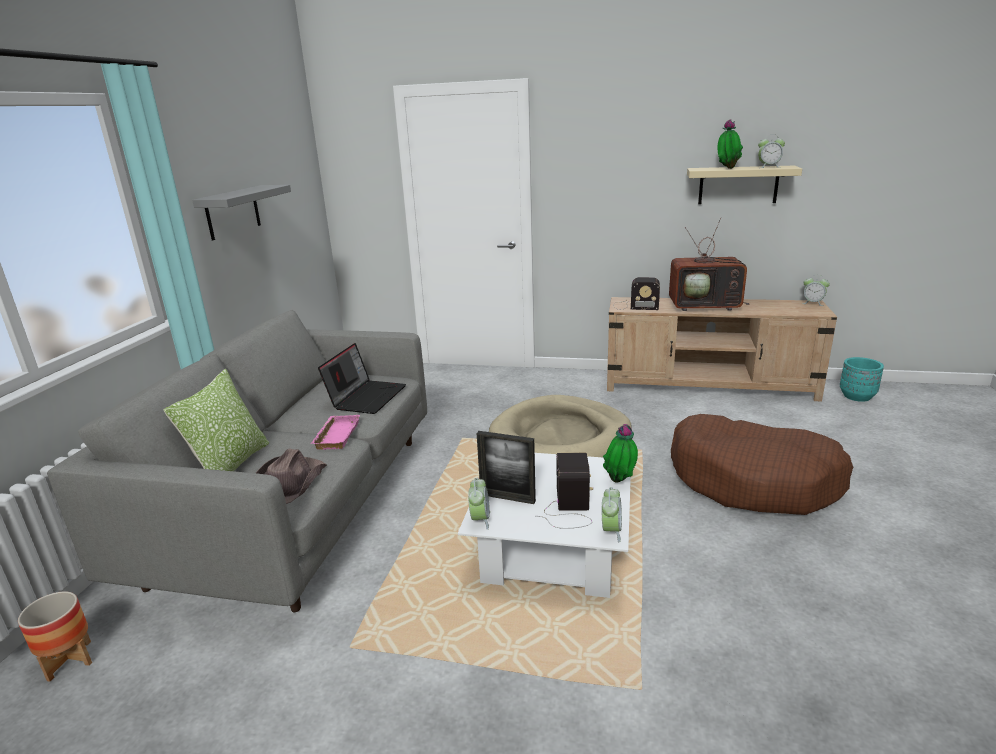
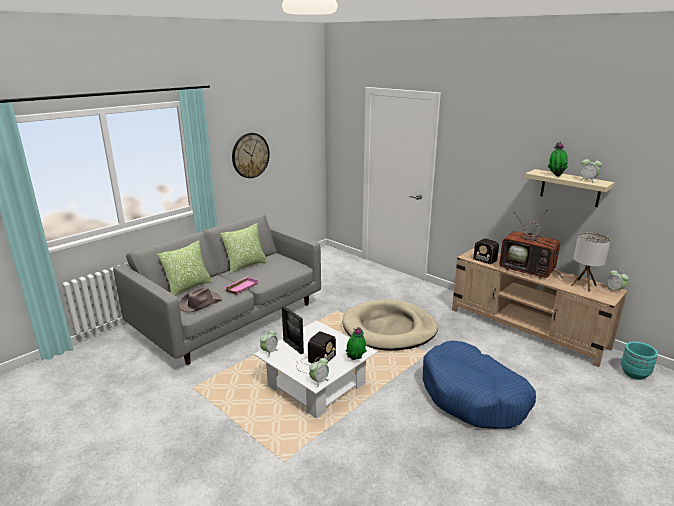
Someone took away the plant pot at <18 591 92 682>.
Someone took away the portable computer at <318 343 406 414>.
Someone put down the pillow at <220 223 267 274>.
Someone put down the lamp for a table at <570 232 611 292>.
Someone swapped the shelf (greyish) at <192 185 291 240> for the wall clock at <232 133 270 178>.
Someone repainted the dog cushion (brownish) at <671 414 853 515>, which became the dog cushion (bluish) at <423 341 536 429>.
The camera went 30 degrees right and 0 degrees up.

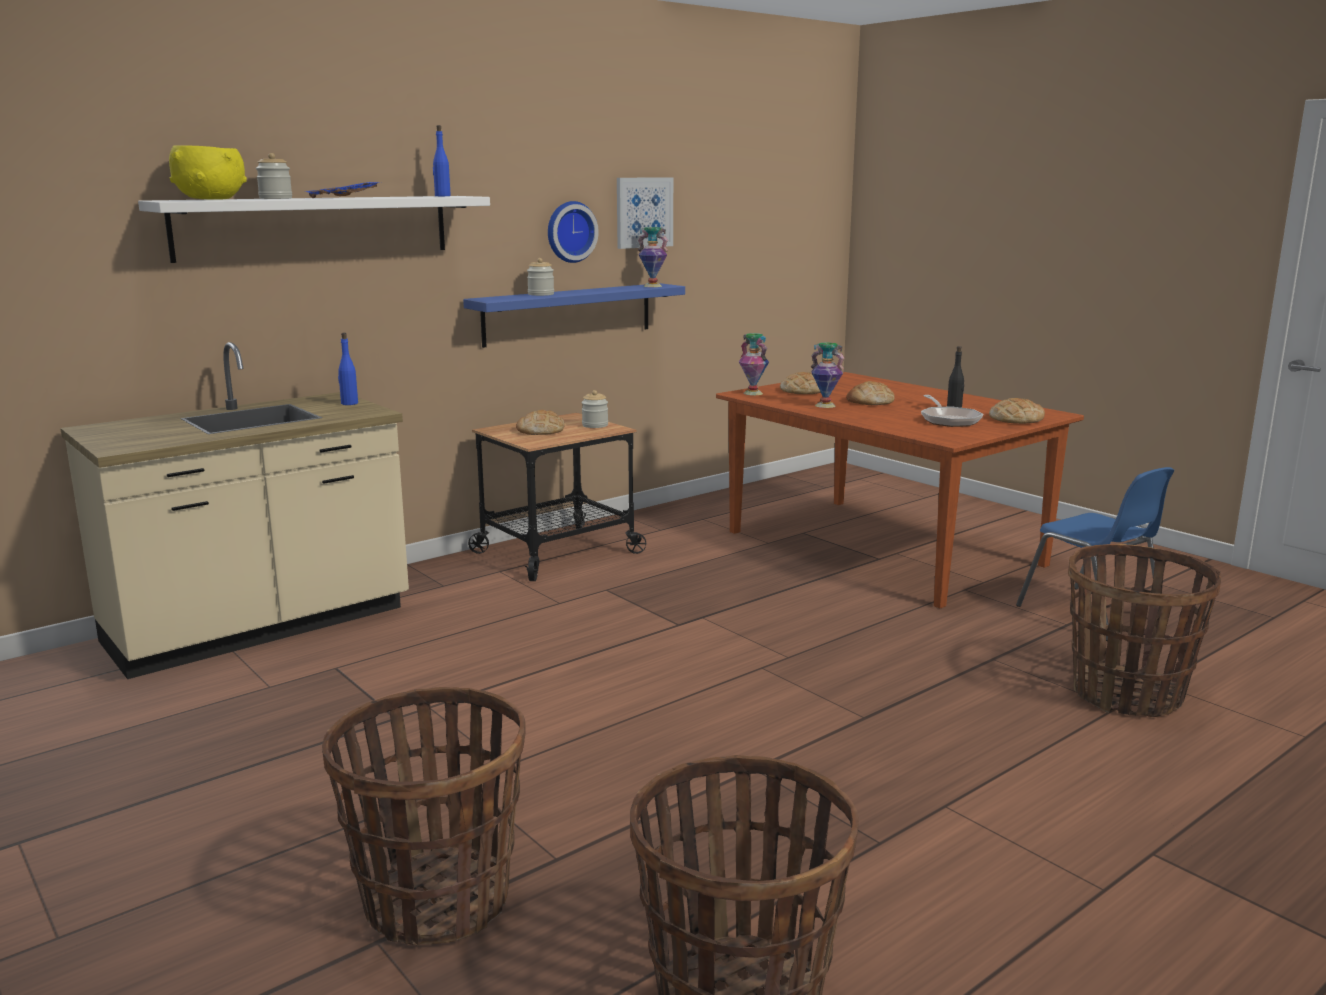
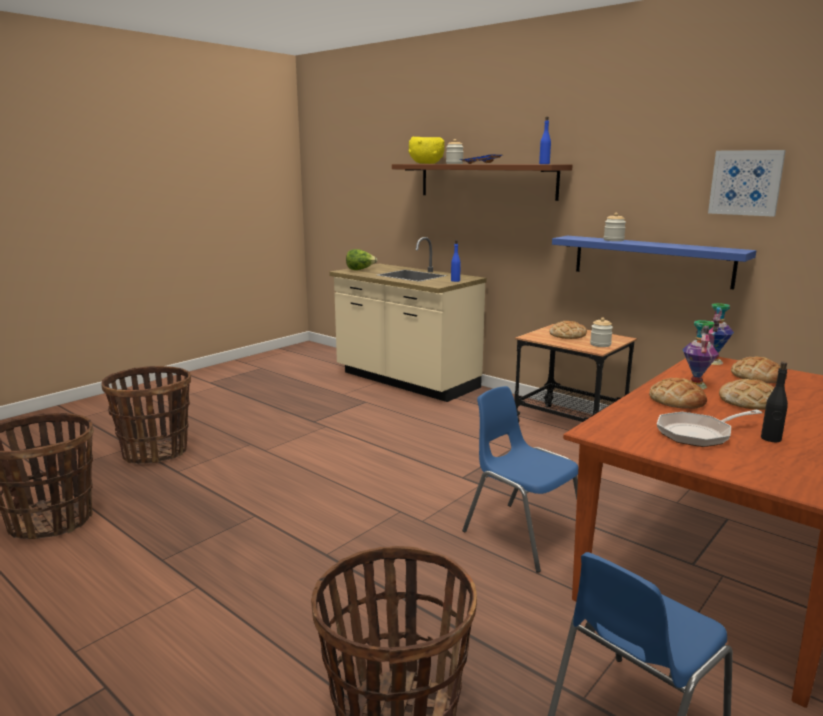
Someone took away the wall clock at <548 201 599 263>.
Someone took away the vase at <638 227 668 287>.
Someone put down the lettuce at <346 249 377 270>.
Someone put down the plain chair (bluish) at <462 386 578 573>.
Someone carried the baked bread from <989 398 1045 424> to <649 378 707 409>.
Someone repainted the shelf (white) at <138 196 490 263>, which became the shelf (brownish) at <392 164 573 201>.
The camera went 80 degrees right and 0 degrees up.

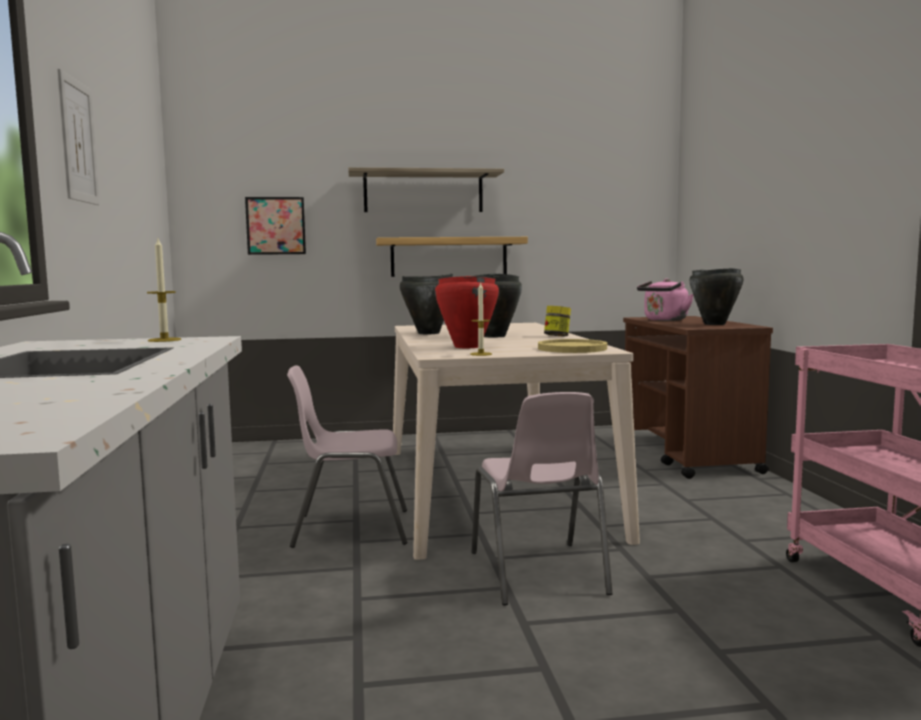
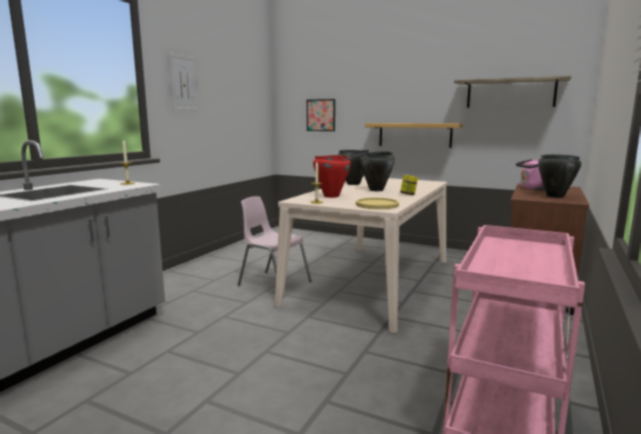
Someone took away the plain chair (pink) at <471 392 613 605>.
Someone carried the shelf from <348 167 504 212> to <454 76 572 108>.
The camera went 35 degrees right and 5 degrees up.

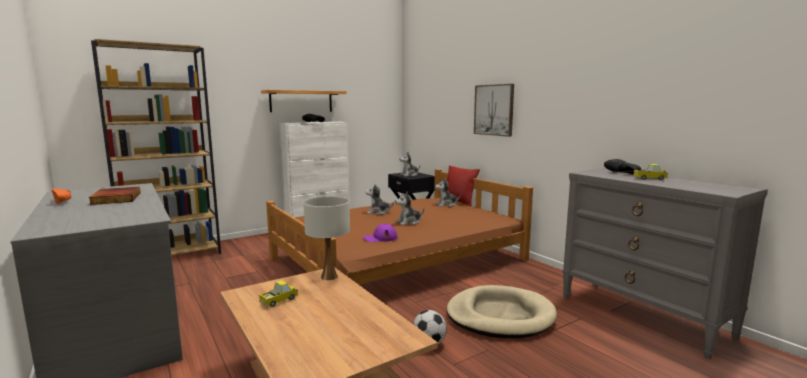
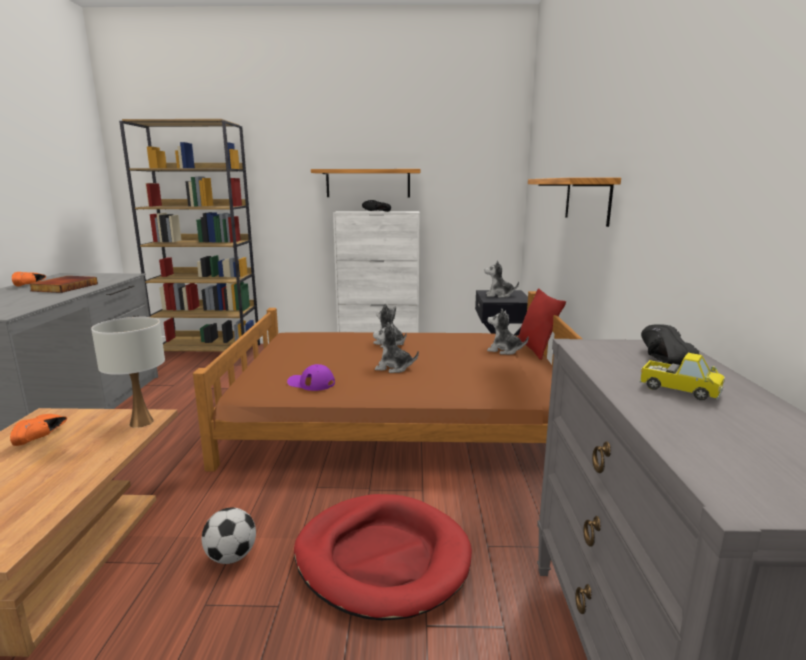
Someone swapped the model truck at <259 281 298 307> for the shoe (orangey) at <10 414 67 446>.
Someone swapped the wall picture at <474 84 514 137> for the shelf at <528 177 621 227>.
Someone repainted the dog cushion (sand-coloured) at <447 285 557 338>, which became the dog cushion (red) at <294 494 472 620>.
The camera went 35 degrees right and 5 degrees up.

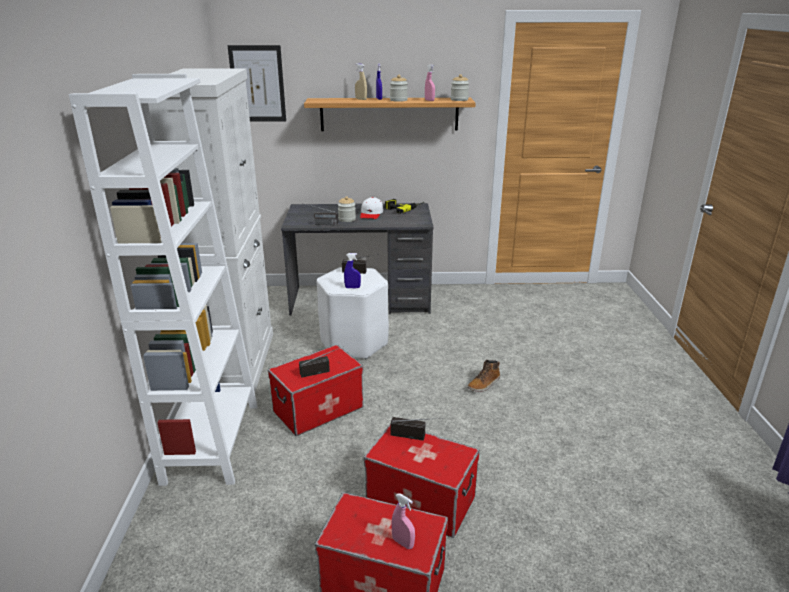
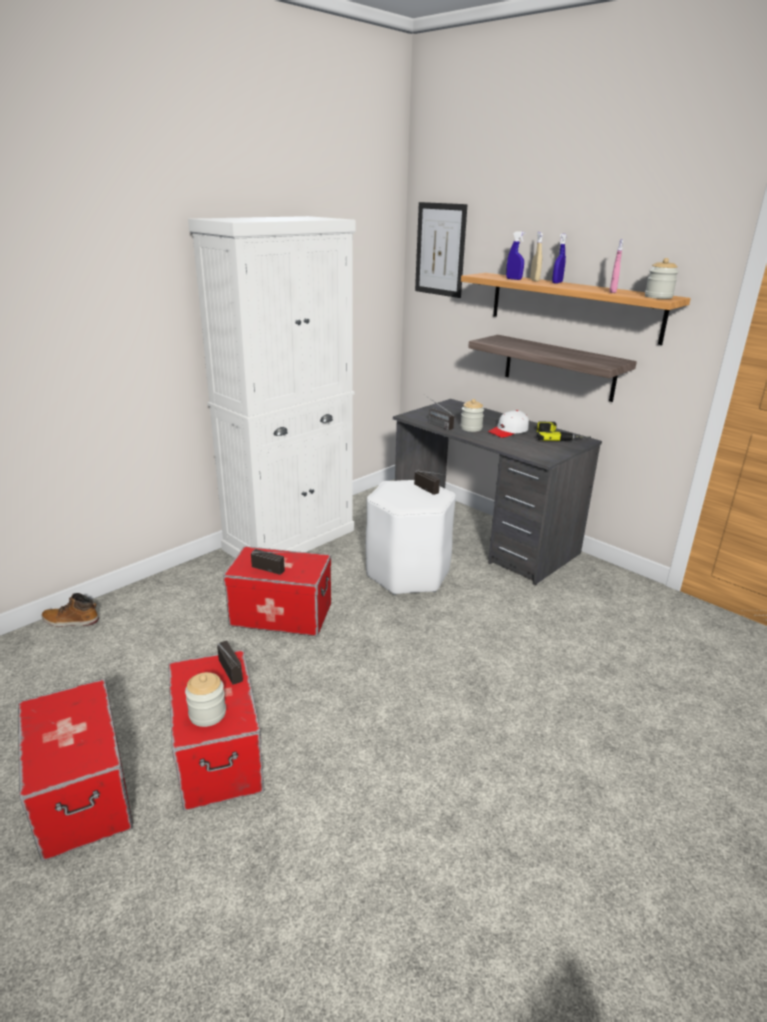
Someone took away the bookcase (white) at <69 74 257 486>.
Someone took away the sprayer (pink) at <391 493 415 549>.
Someone put up the shelf at <468 335 637 402>.
Someone carried the sprayer (bluish) from <344 253 361 288> to <506 231 526 280>.
Someone carried the preserve jar from <390 75 408 102> to <185 672 226 727>.
Someone carried the tall boot from <468 360 500 392> to <42 593 99 627>.
The camera went 45 degrees right and 0 degrees up.

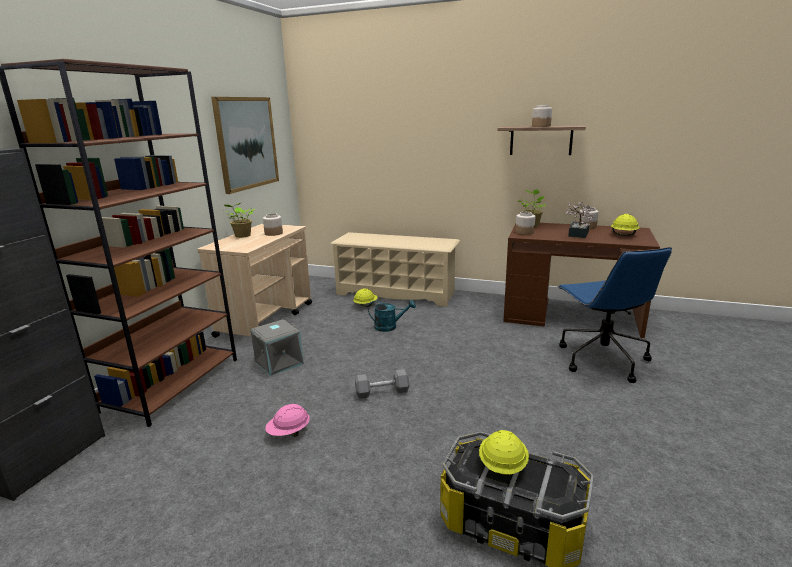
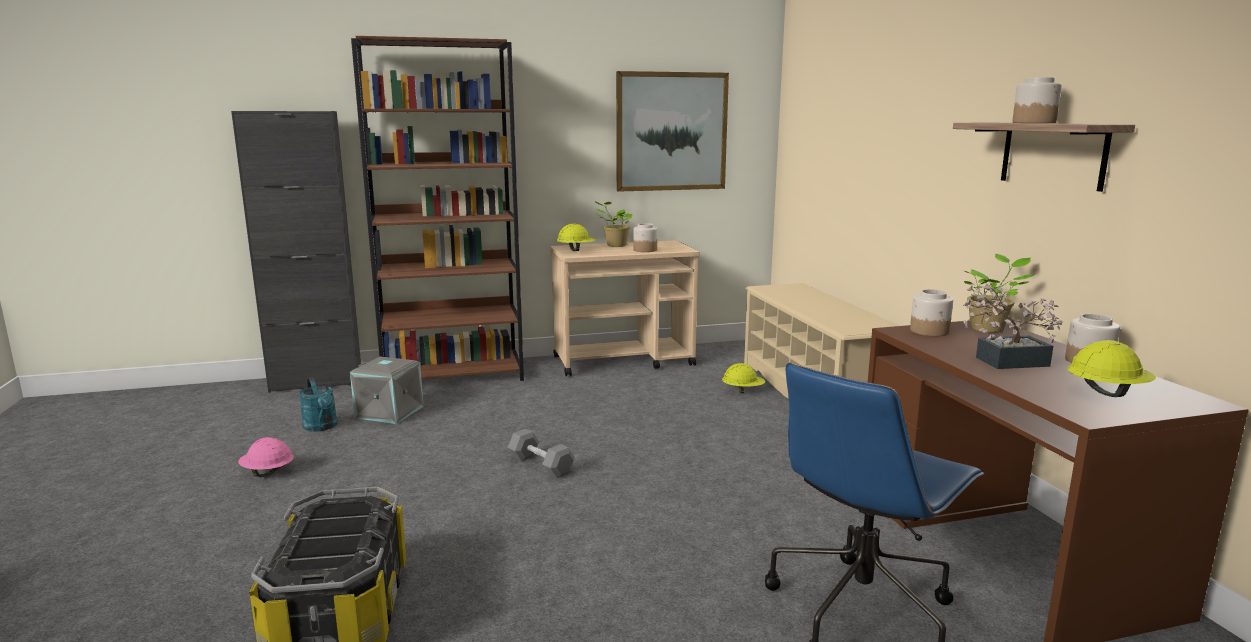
Someone carried the storage bin (greyish) from <251 319 304 376> to <350 357 423 424>.
Someone carried the safety helmet (pink) from <265 404 310 437> to <238 437 294 477>.
Someone carried the watering pot (turquoise) from <368 300 416 332> to <299 377 338 432>.
Someone carried the safety helmet (yellow) from <479 430 529 475> to <556 224 597 251>.
The camera went 55 degrees right and 5 degrees down.

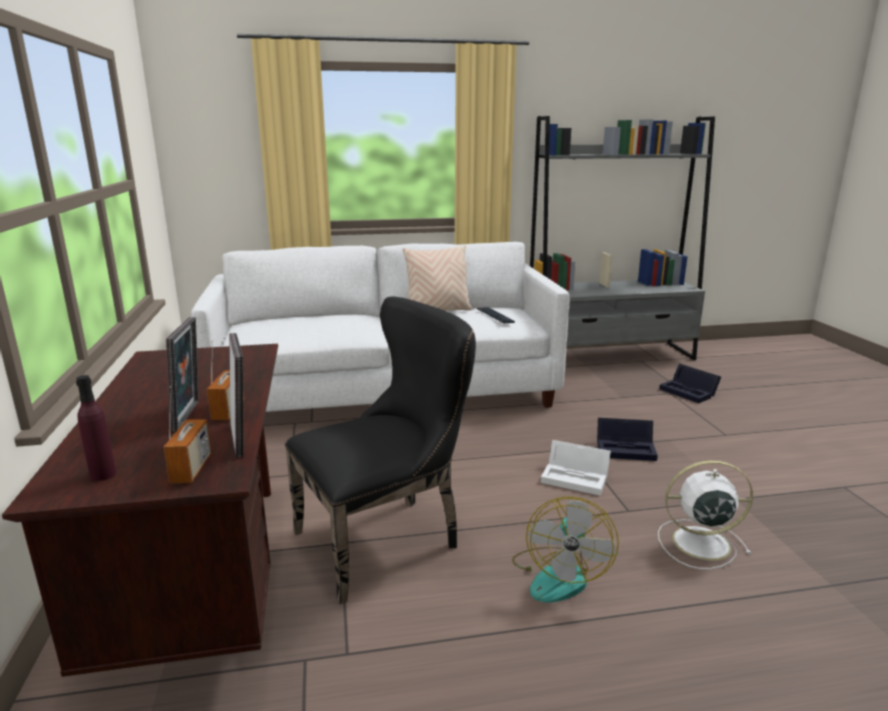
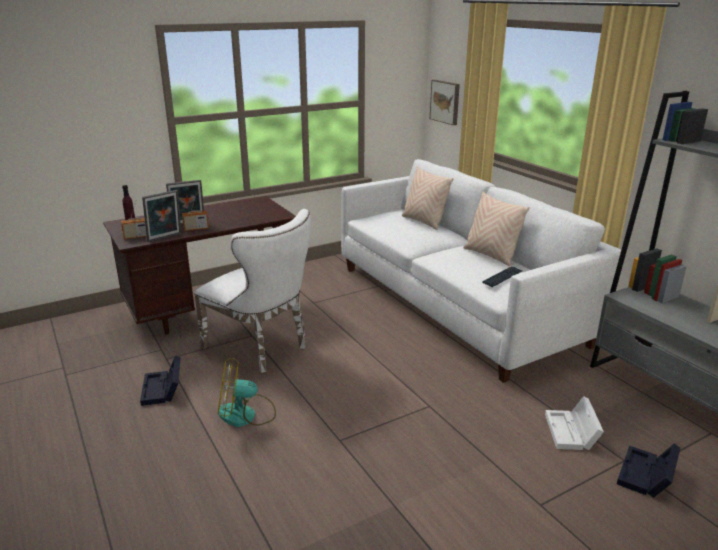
Someone took away the electric fan (white) at <658 460 753 569>.
Someone put down the pillow (sand-coloured) at <402 166 453 230>.
Someone put up the wall picture at <430 80 460 125>.
Someone carried the storage bin (white) from <541 440 611 495> to <545 396 604 450>.
Someone carried the storage bin (black) from <597 418 658 461> to <140 356 181 406>.
Someone repainted the plain chair (black) at <285 297 476 604>, which became the plain chair (white) at <194 209 311 373>.
The camera went 70 degrees right and 5 degrees up.

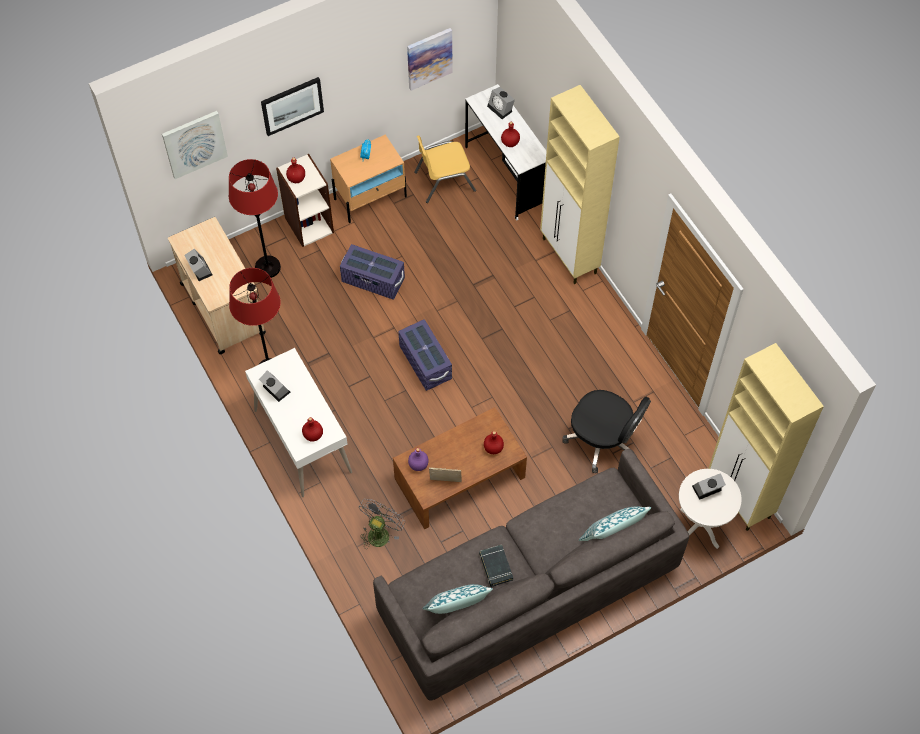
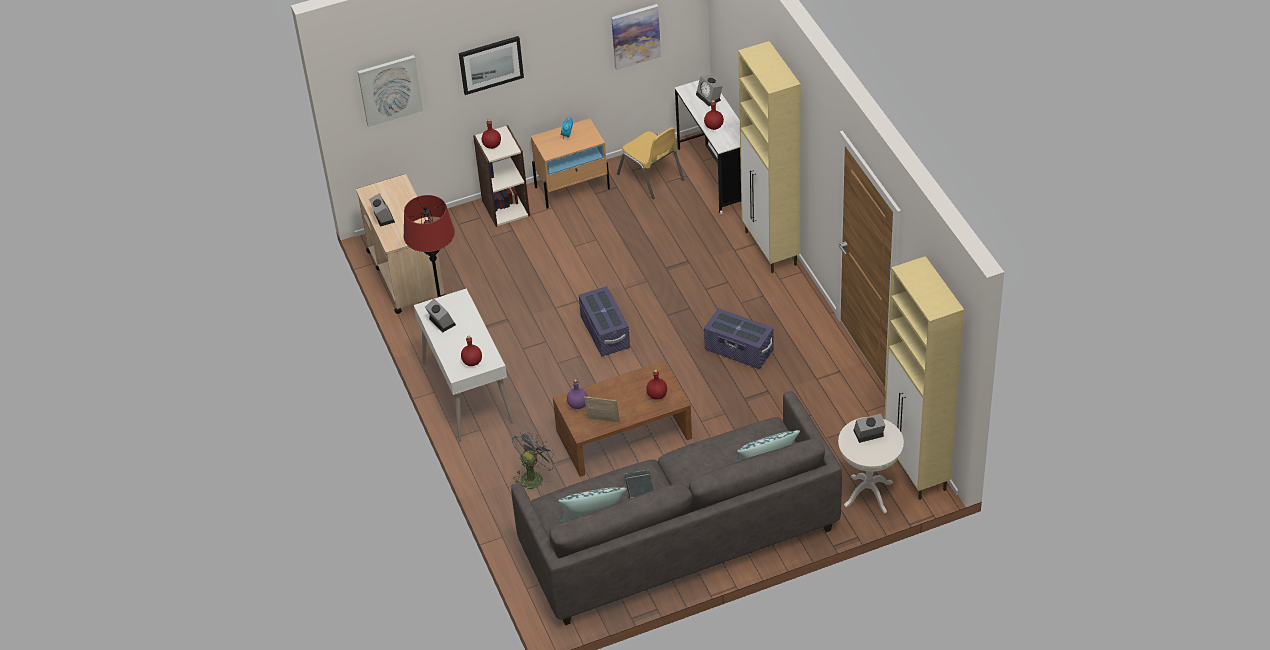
Someone took away the standard lamp (red) at <229 159 281 278>.
Someone took away the computer chair (black) at <563 390 651 473>.
Someone carried the storage bin (purple) from <340 244 405 300> to <704 308 774 369>.
Someone rotated the plain chair (yellow) at <414 135 476 203> by 120 degrees counterclockwise.
The camera went 10 degrees right and 15 degrees down.

